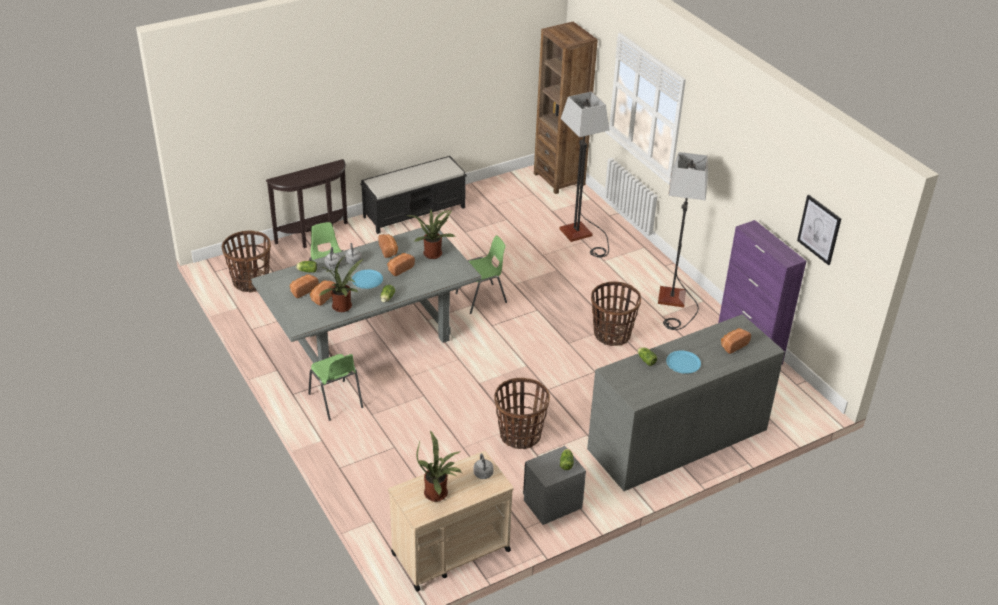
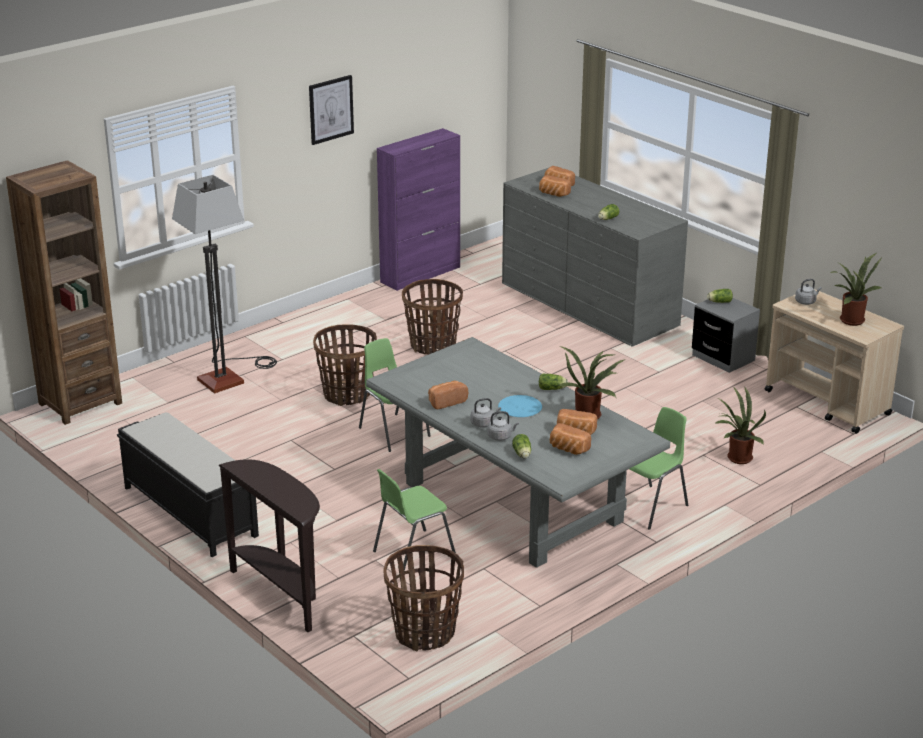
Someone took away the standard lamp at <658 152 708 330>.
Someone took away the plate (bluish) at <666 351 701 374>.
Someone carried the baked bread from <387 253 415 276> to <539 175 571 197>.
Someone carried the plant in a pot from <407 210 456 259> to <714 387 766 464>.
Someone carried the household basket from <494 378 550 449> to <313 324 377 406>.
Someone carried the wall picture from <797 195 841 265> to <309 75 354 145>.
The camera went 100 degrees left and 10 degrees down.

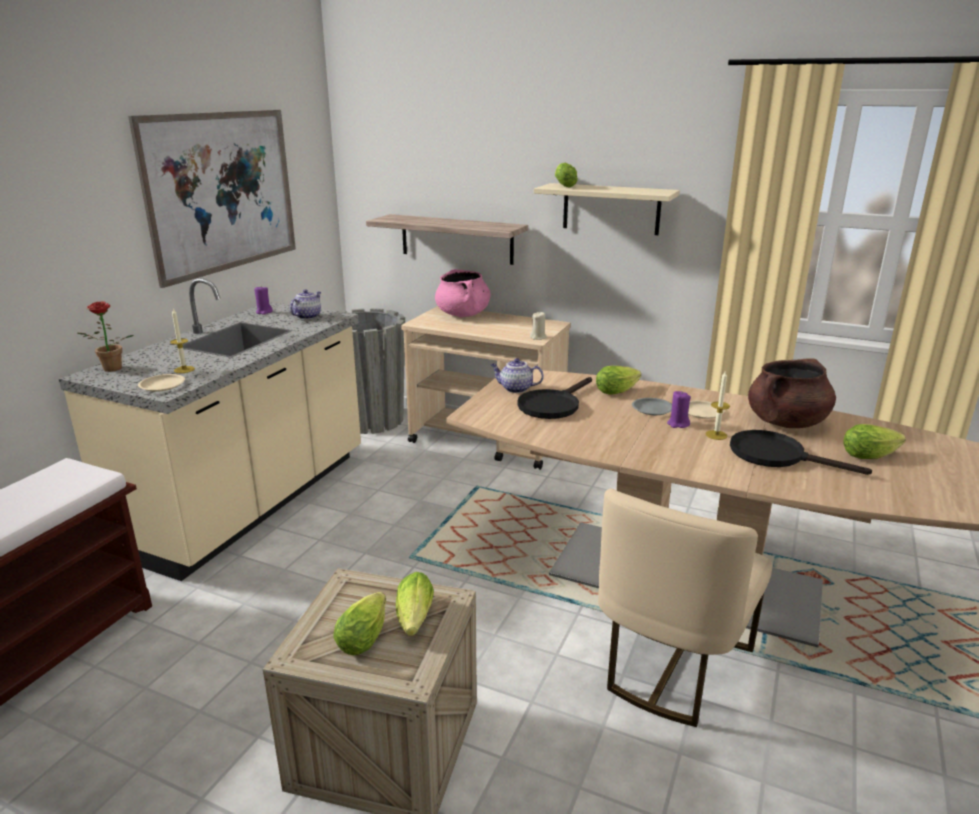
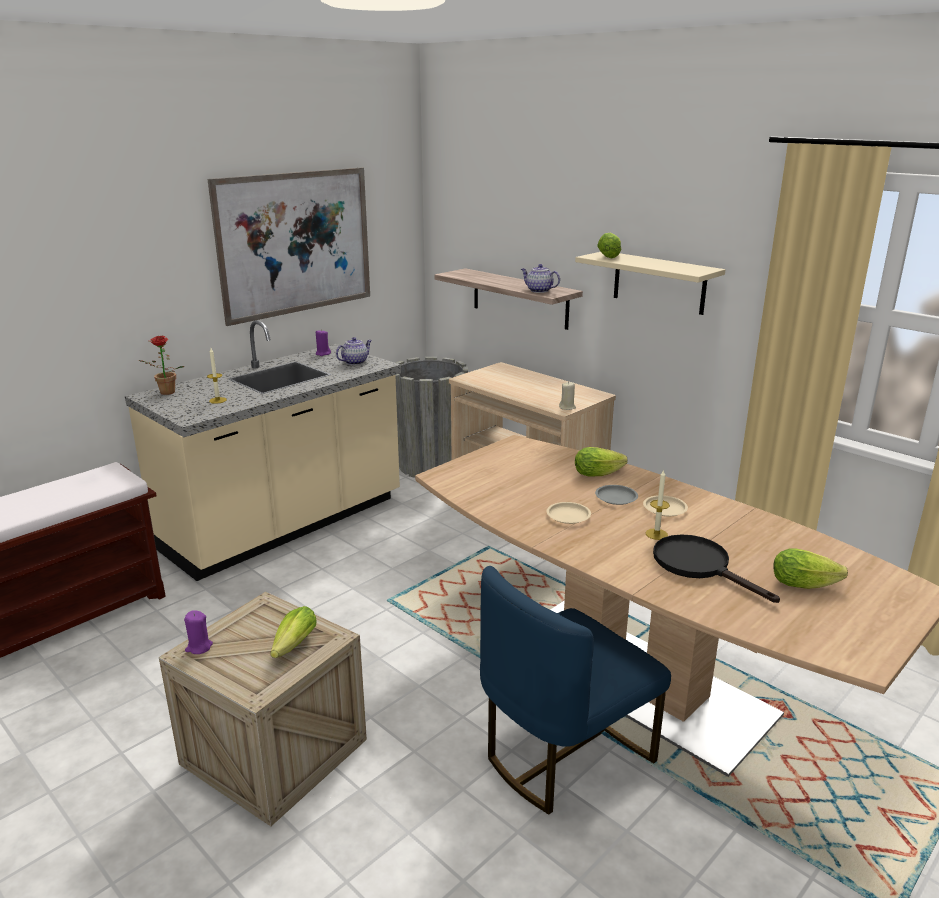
Someone took away the lettuce at <334 592 386 655>.
Someone took away the saucepot (pink) at <435 269 491 317>.
Someone took away the frying pan (black) at <517 377 592 419>.
Someone took away the saucepot (brownish) at <748 358 836 428>.
Someone carried the plate (sand-coloured) from <138 374 185 392> to <547 502 591 524>.
Someone carried the teapot from <491 358 544 393> to <521 264 560 293>.
Someone carried the candle (purple) from <667 391 691 428> to <184 611 213 654>.
Someone repainted the plain chair (sand-coloured) at <598 489 772 727>, which became the plain chair (bluish) at <480 566 671 815>.
The camera went 20 degrees right and 0 degrees up.

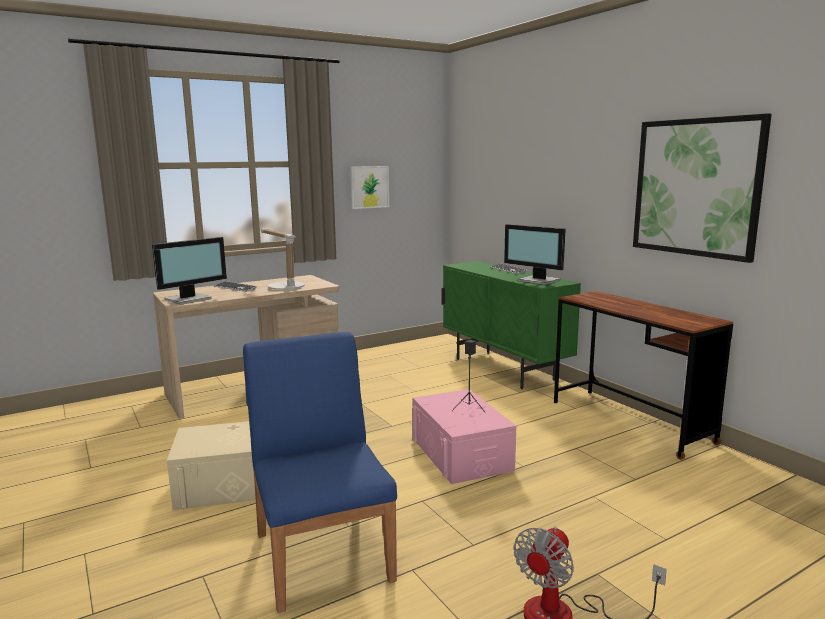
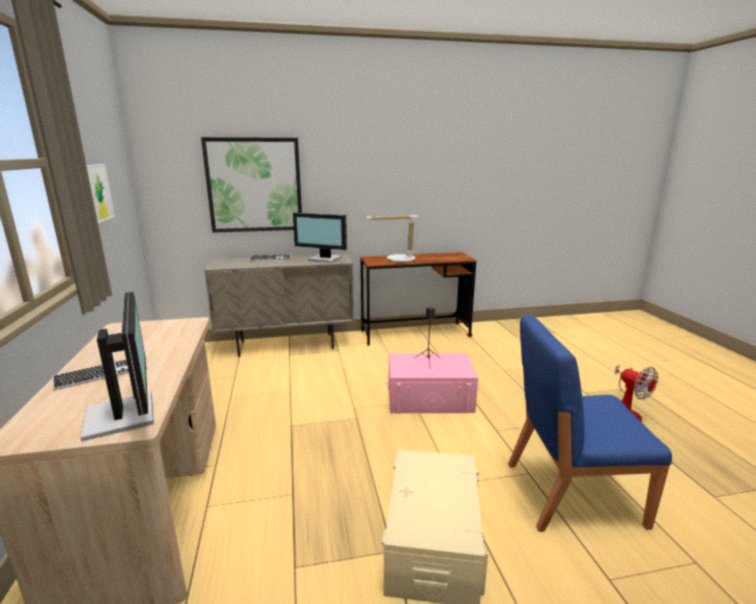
Someone carried the lamp for a table from <261 229 305 290> to <365 215 418 262>.
Someone carried the wall picture from <633 113 772 263> to <201 137 302 233>.
Someone repainted the cabinet (green-coloured) at <442 261 581 389>, which became the cabinet (sand-coloured) at <204 254 354 357>.
Someone rotated the computer display at <504 224 566 285> by 45 degrees clockwise.
The camera went 70 degrees left and 5 degrees up.

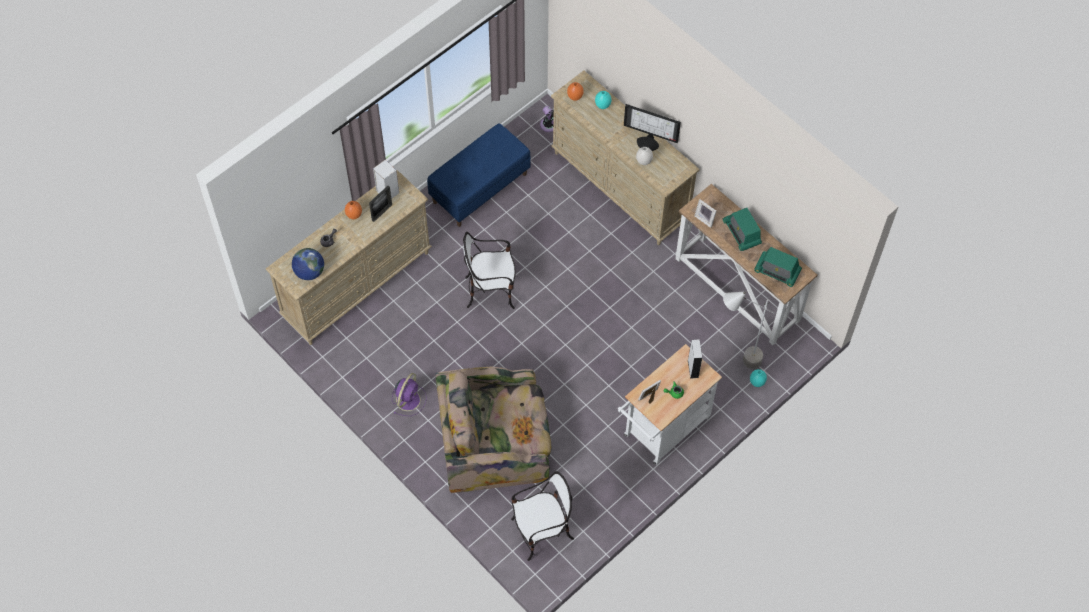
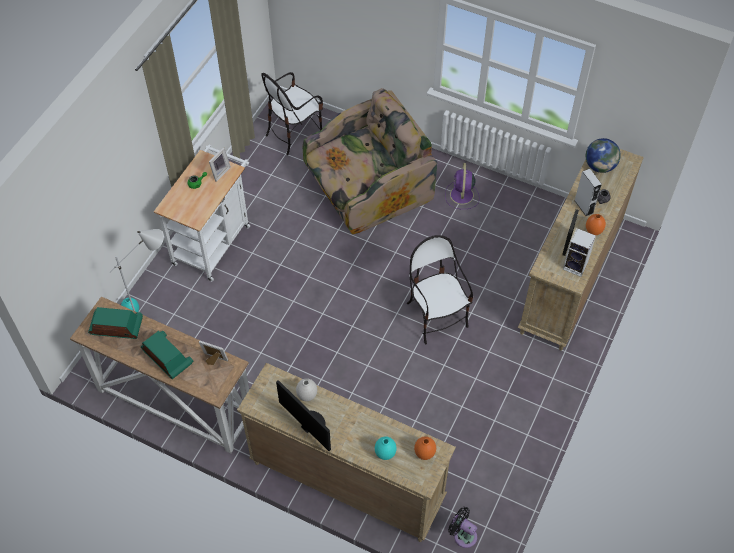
Someone took away the indoor bench (bluish) at <427 123 531 227>.
Someone carried the speaker (greyish) from <688 339 702 379> to <574 169 602 216>.
Someone rotated the plain chair at <463 232 516 309> by 90 degrees counterclockwise.
Someone rotated the computer display at <624 104 681 151> by 45 degrees clockwise.
The camera went 160 degrees right and 5 degrees down.

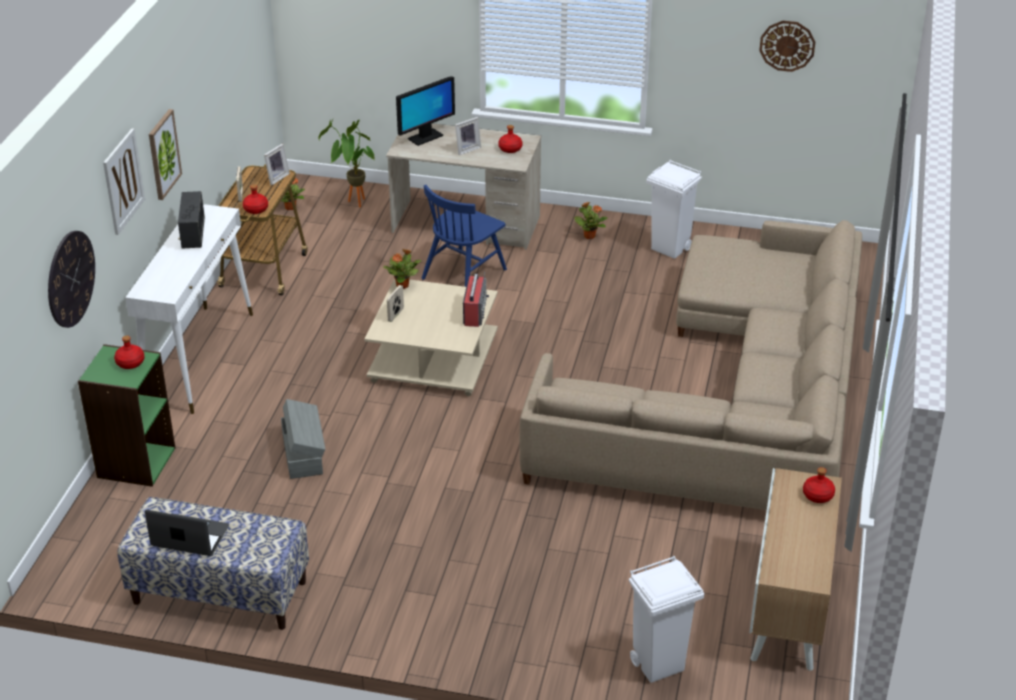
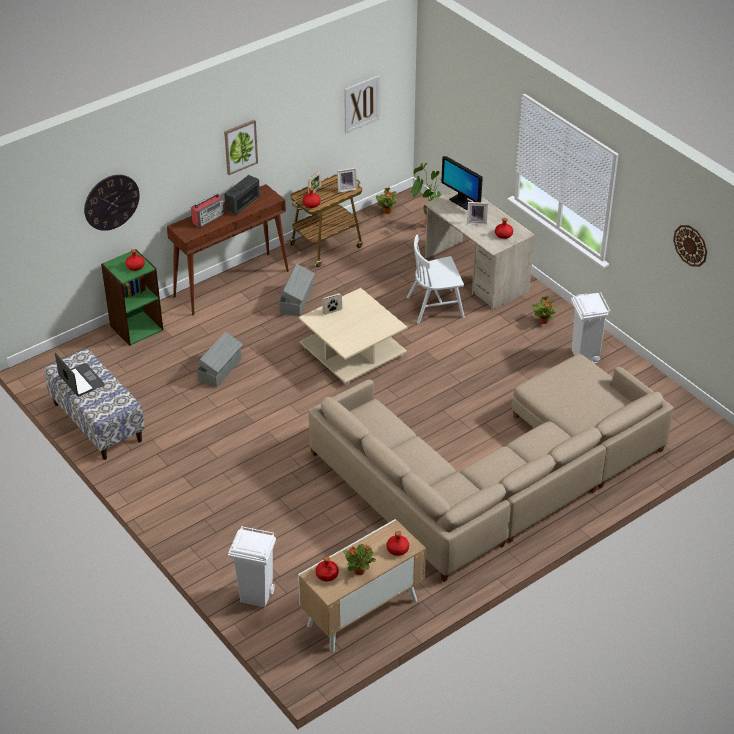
Someone put down the storage bin (greyish) at <279 264 315 316>.
Someone put down the beverage bottle (red) at <315 556 339 581>.
Someone carried the wall picture from <103 128 145 235> to <344 75 380 133>.
Someone carried the plant in a pot from <383 249 421 289> to <343 544 376 575>.
Someone carried the radio receiver from <463 271 489 327> to <191 193 224 227>.
Someone repainted the hall table (white) at <125 204 253 414>, which became the hall table (brownish) at <167 184 289 315>.
Someone repainted the plain chair (bluish) at <421 185 507 287>, which became the plain chair (white) at <407 235 465 324>.
Someone rotated the computer display at <396 76 455 146> by 45 degrees clockwise.
The camera went 40 degrees right and 5 degrees up.

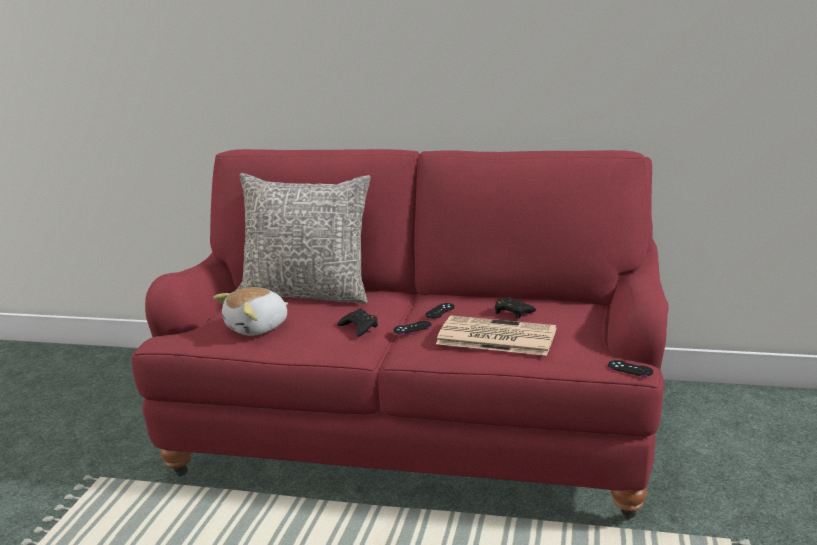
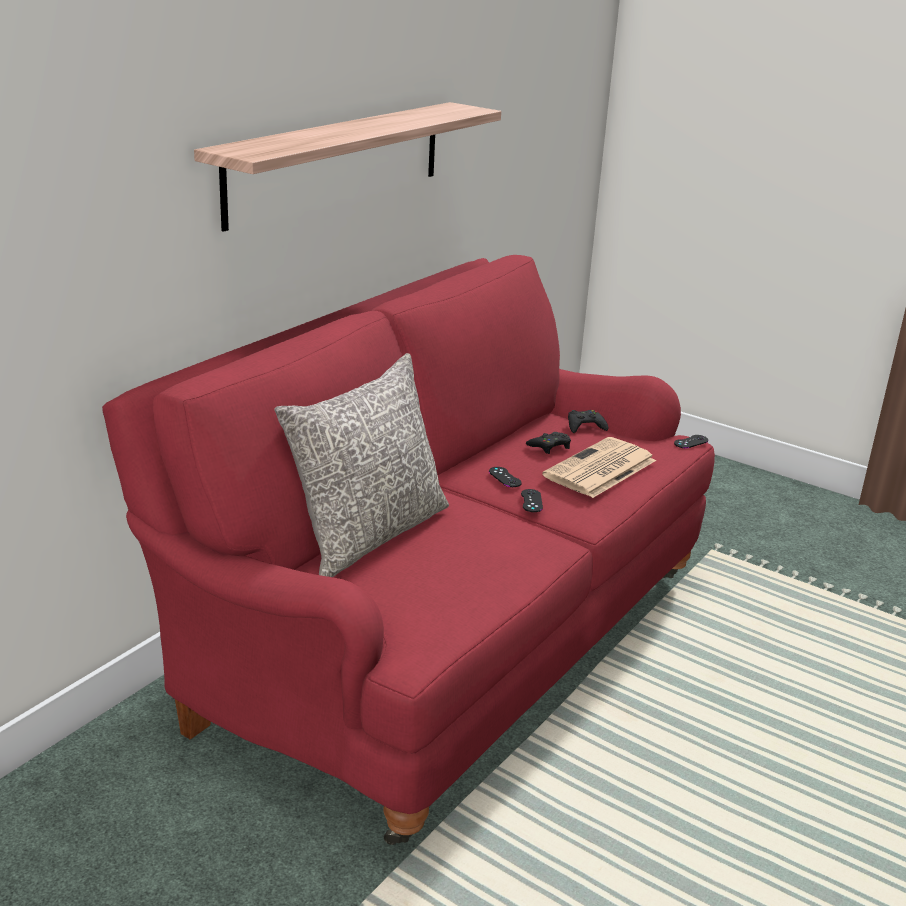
Someone took away the cuddly toy at <214 287 288 336>.
Someone put up the shelf at <194 102 501 232>.
Someone carried the joypad (black) from <337 308 378 337> to <568 410 609 433>.
The camera went 70 degrees left and 5 degrees up.

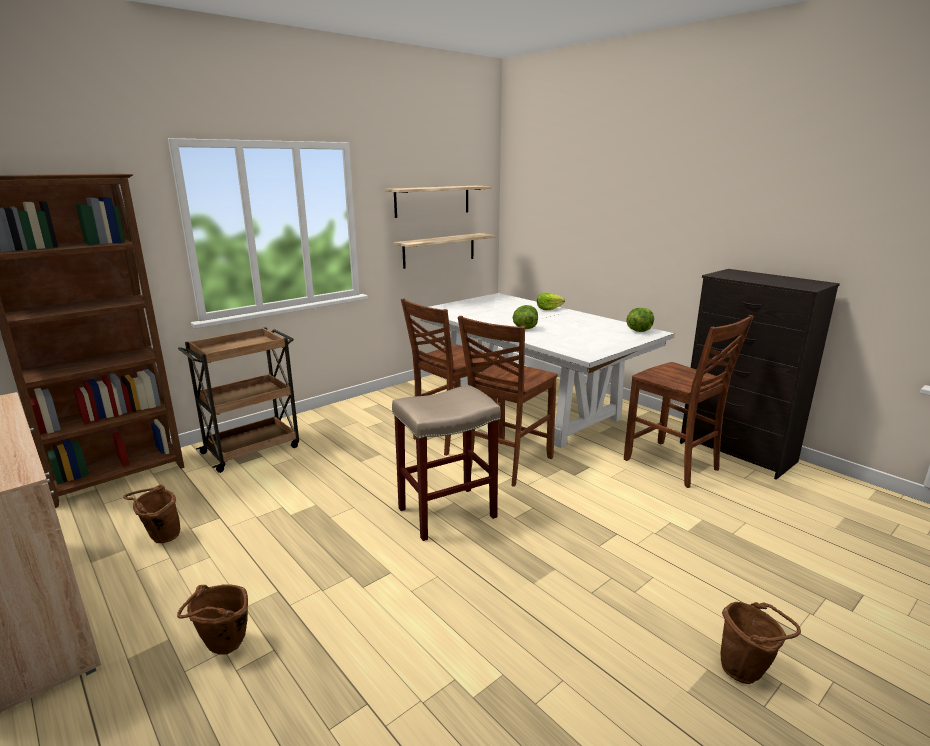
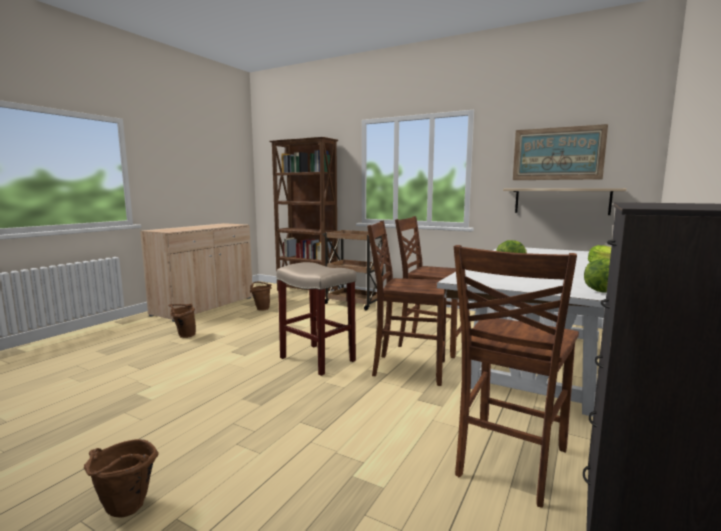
Someone swapped the shelf at <385 186 491 218> for the wall picture at <513 124 608 180>.
The camera went 70 degrees right and 10 degrees down.

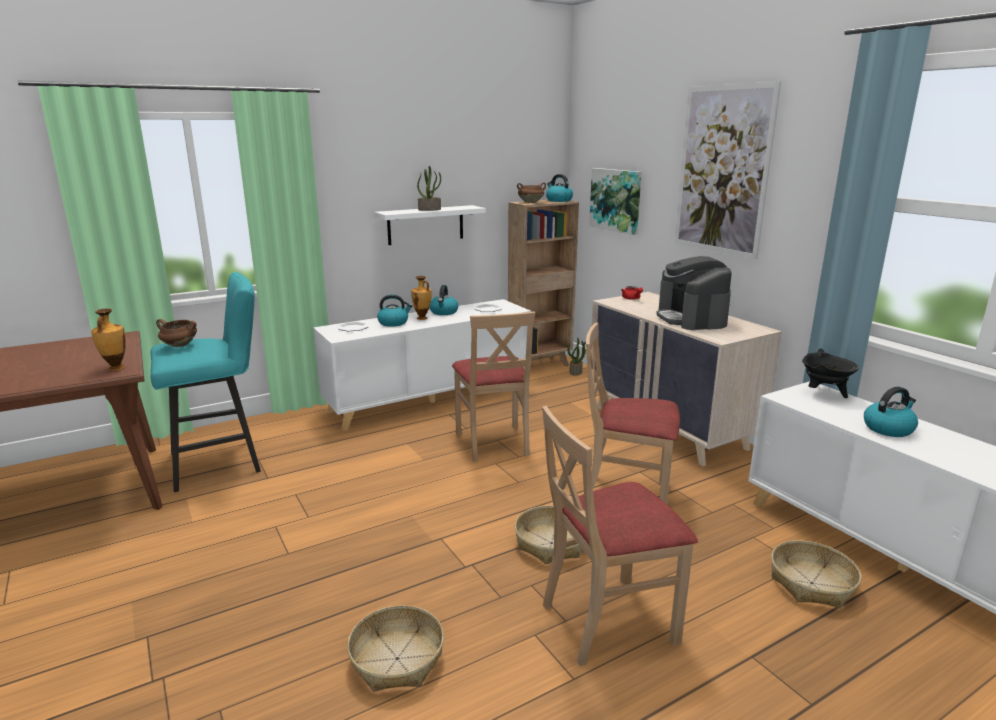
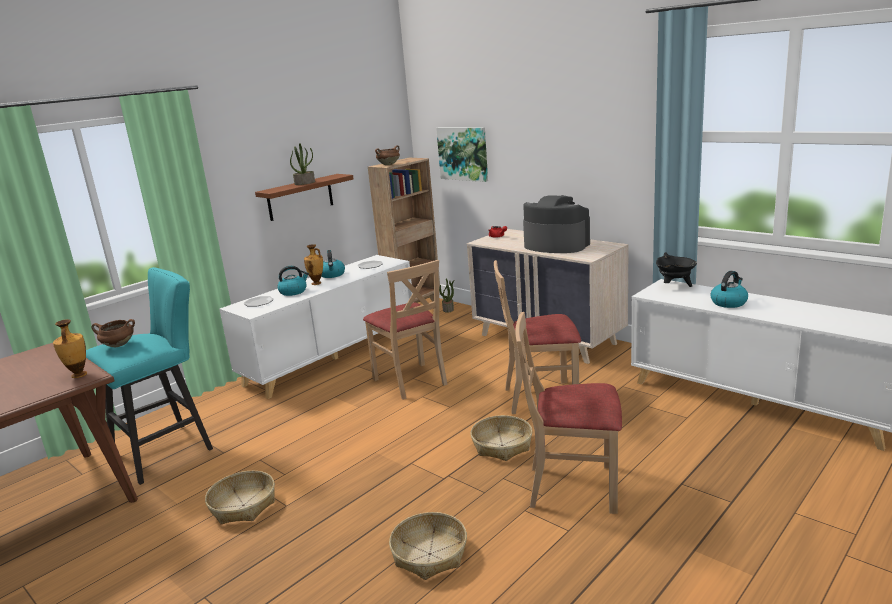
Someone took away the tea kettle at <546 174 573 202>.
Someone took away the wall picture at <674 82 781 259>.
Someone carried the household basket from <771 540 861 608> to <205 471 275 524>.
Someone repainted the shelf (white) at <374 205 486 245>, which became the shelf (brownish) at <255 174 354 221>.
Someone rotated the plain chair (sand-coloured) at <542 406 698 666> by 45 degrees clockwise.
Someone rotated the coffee maker at <656 256 732 330> by 150 degrees clockwise.
The camera went 15 degrees left and 0 degrees up.

